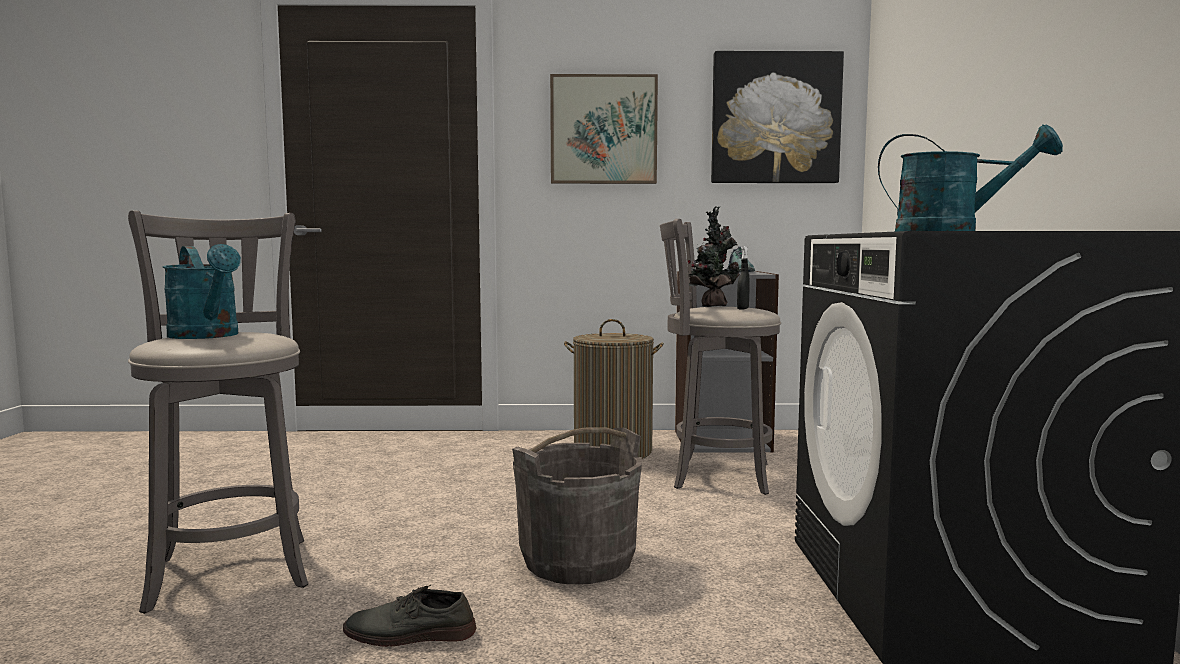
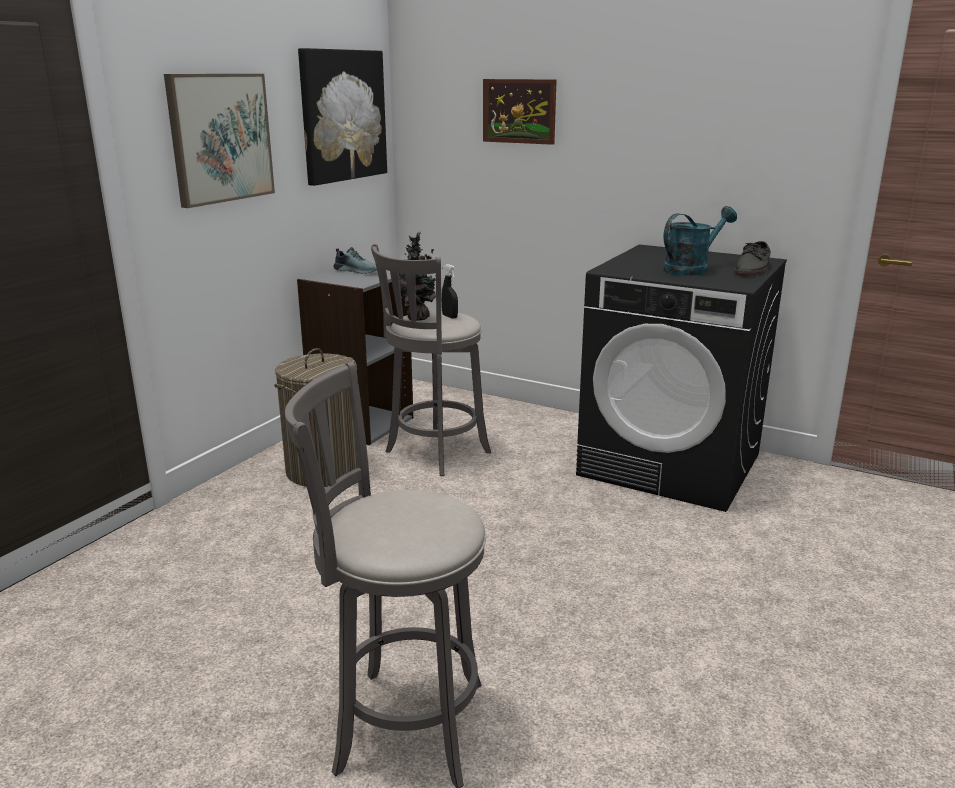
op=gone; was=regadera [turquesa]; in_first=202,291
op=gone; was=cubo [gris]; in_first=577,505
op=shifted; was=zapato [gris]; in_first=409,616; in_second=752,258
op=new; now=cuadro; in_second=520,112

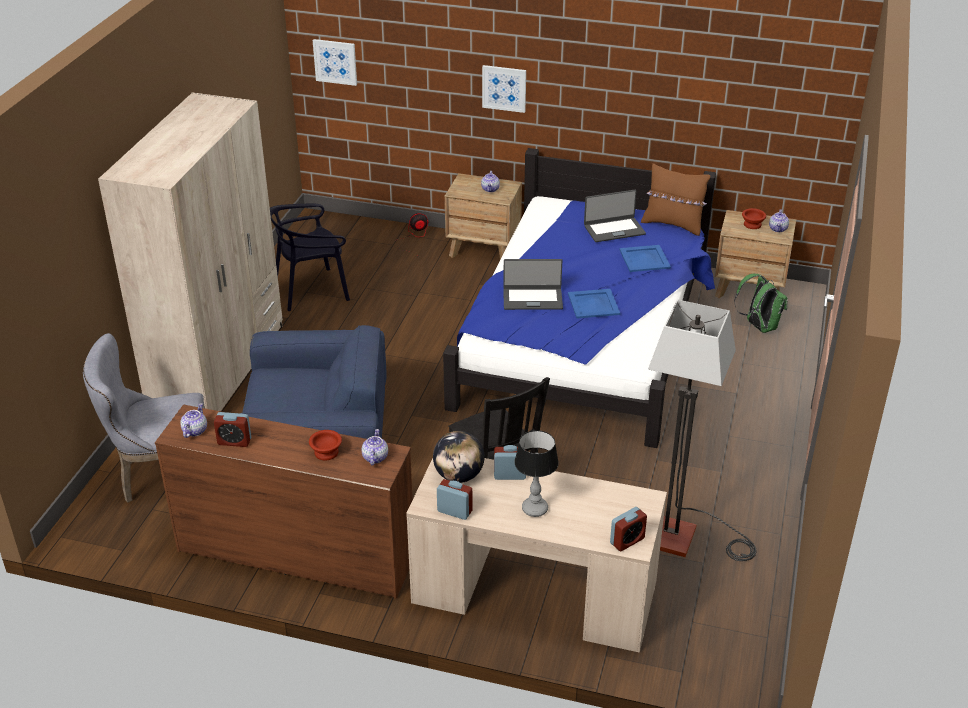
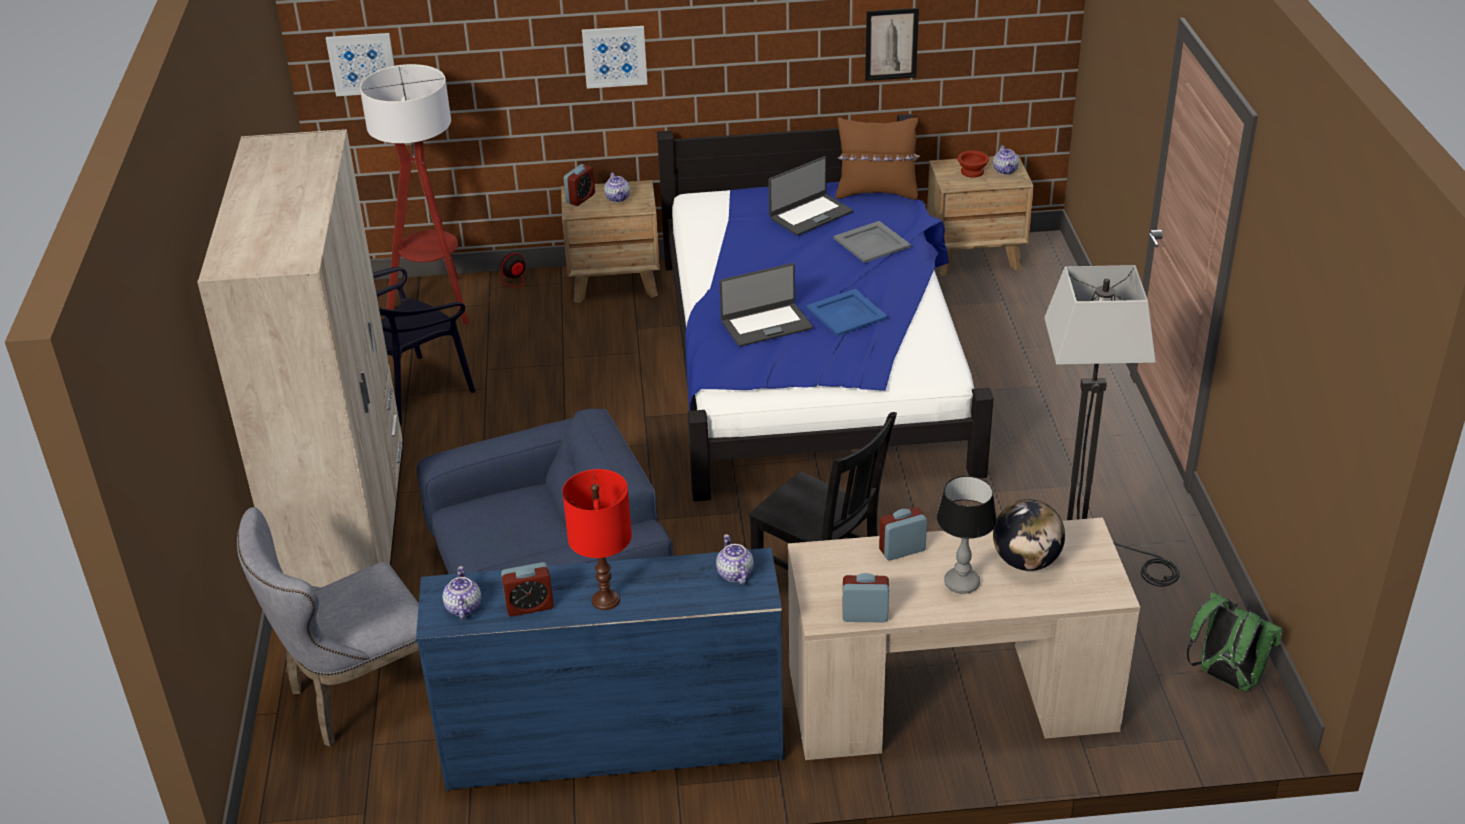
op=repainted; was=bandeja [azul]; now=bandeja [gris]; in_first=645,258; in_second=872,242
op=shifted; was=mochila [verde]; in_first=761,303; in_second=1235,641
op=repainted; was=cómoda [marrón]; now=cómoda [azul]; in_first=284,501; in_second=599,669
op=gone; was=cuenco [marrón]; in_first=325,445
op=shifted; was=globo terráqueo; in_first=459,457; in_second=1029,535
op=shifted; was=despertador; in_first=628,529; in_second=579,185
op=new; now=cuadro; in_second=892,44
op=new; now=lámpara de pie; in_second=414,194
op=new; now=lámpara de mesa [rojo]; in_second=597,539

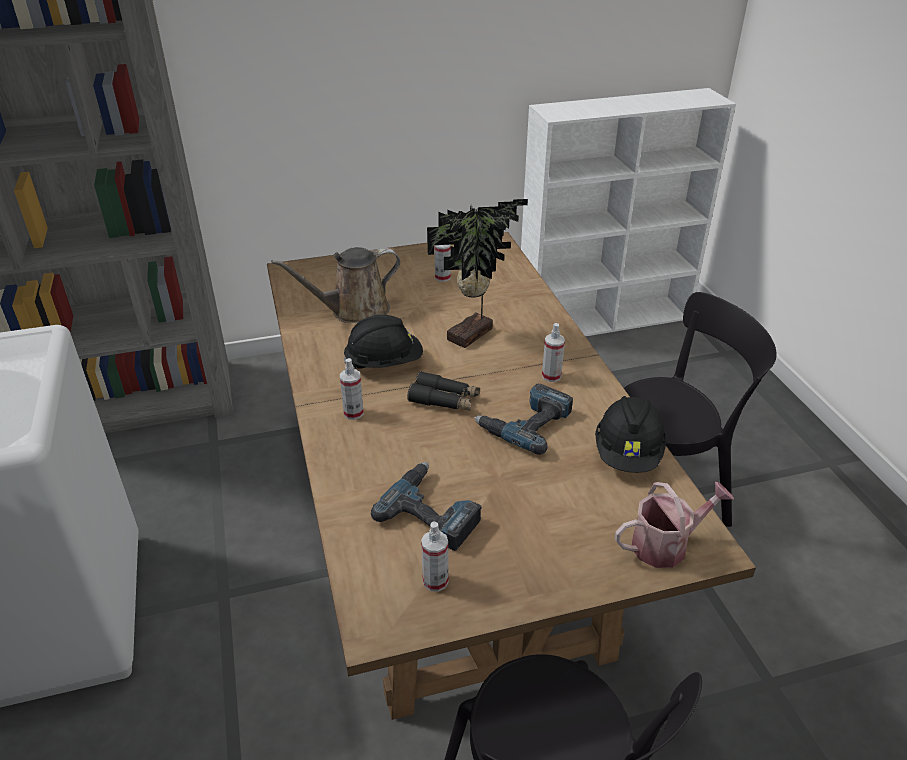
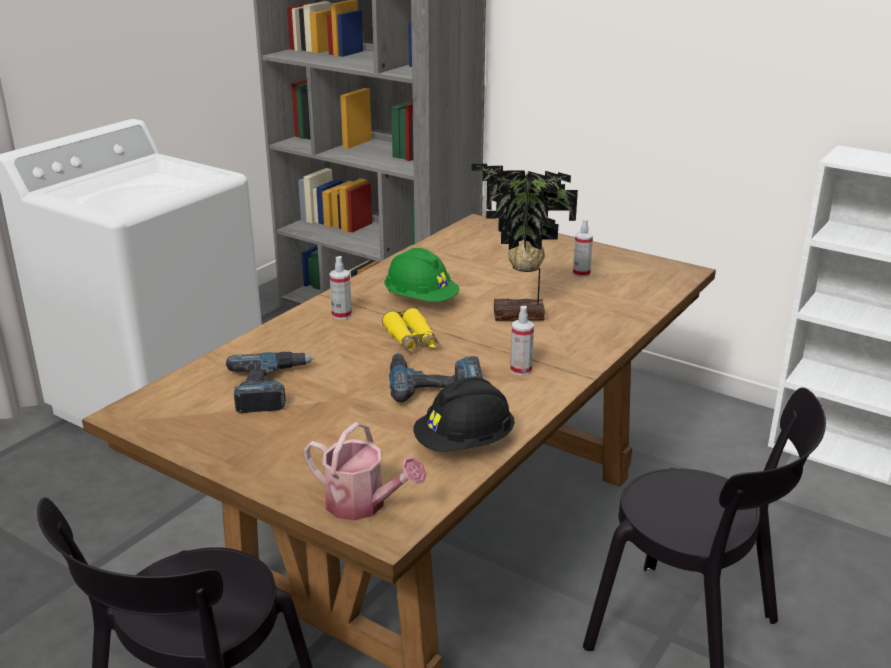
op=gone; was=regadera [marrón]; in_first=335,285
op=repainted; was=casco [negro]; now=casco [verde]; in_first=383,342; in_second=421,275
op=repainted; was=prismáticos [negro]; now=prismáticos [amarillo]; in_first=443,391; in_second=410,330
op=gone; was=pulverizador; in_first=435,556

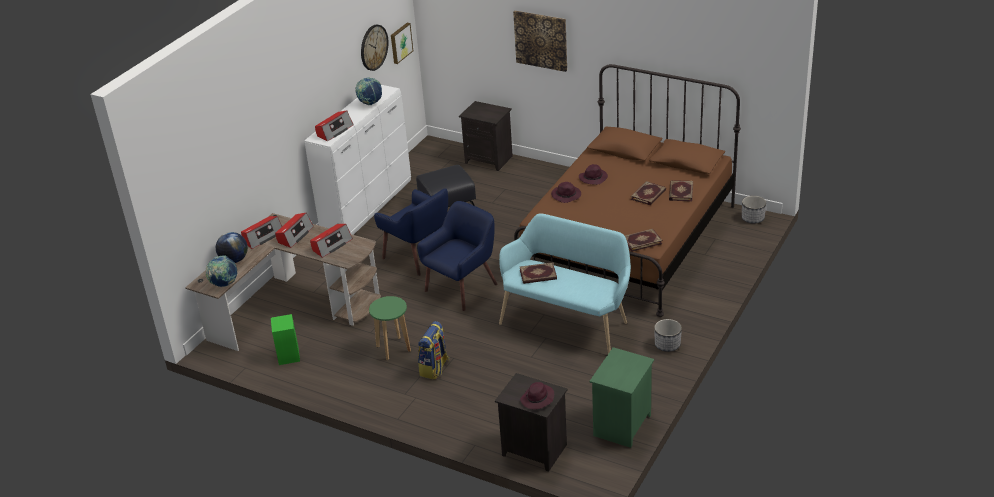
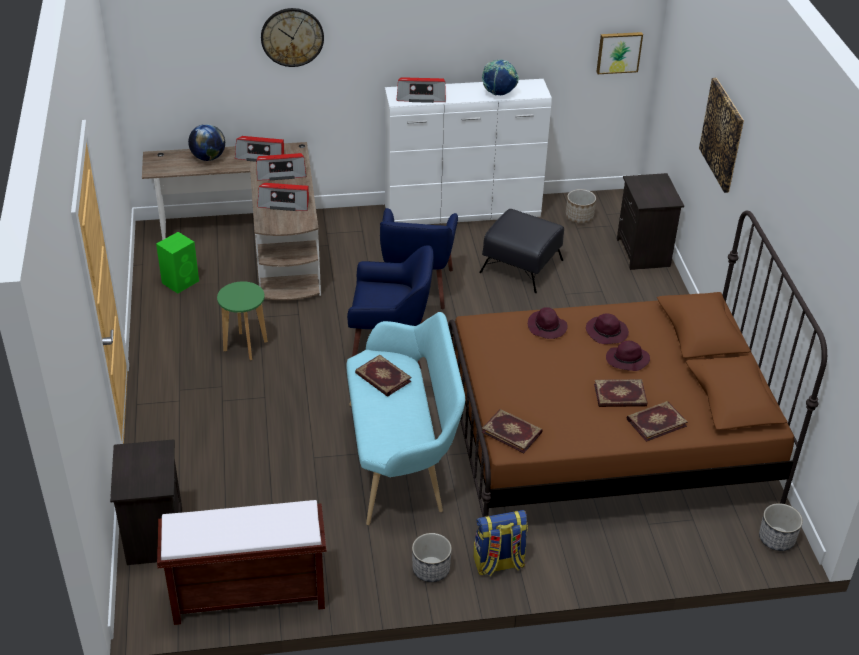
op=shifted; was=reloj de pared; in_first=375,48; in_second=292,37
op=gone; was=globo terráqueo; in_first=221,271
op=shifted; was=mochila; in_first=434,350; in_second=501,543
op=swapped; was=mesita de noche [verde]; now=banco [marrón]; in_first=621,397; in_second=242,562
op=shifted; was=sombrero [morado]; in_first=537,396; in_second=628,356
op=new; now=maceta; in_second=581,206

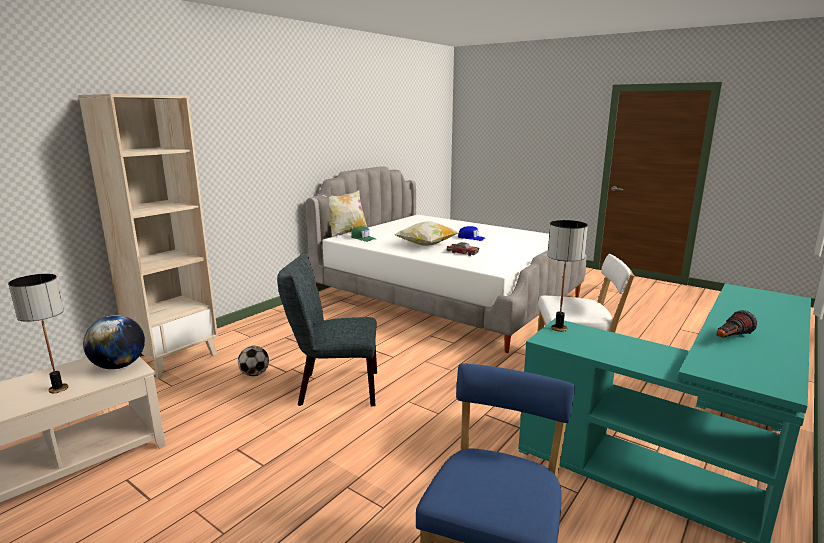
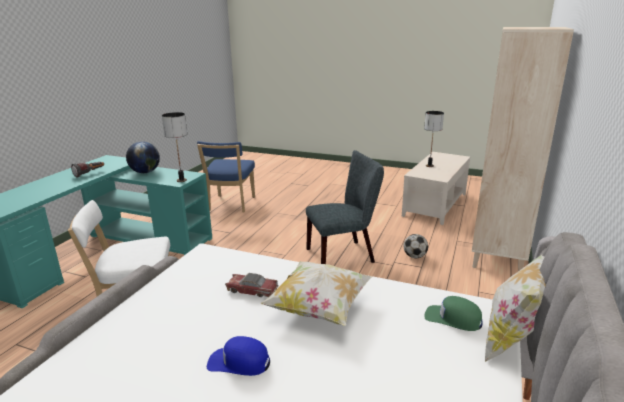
op=shifted; was=globo terráqueo; in_first=114,342; in_second=143,157

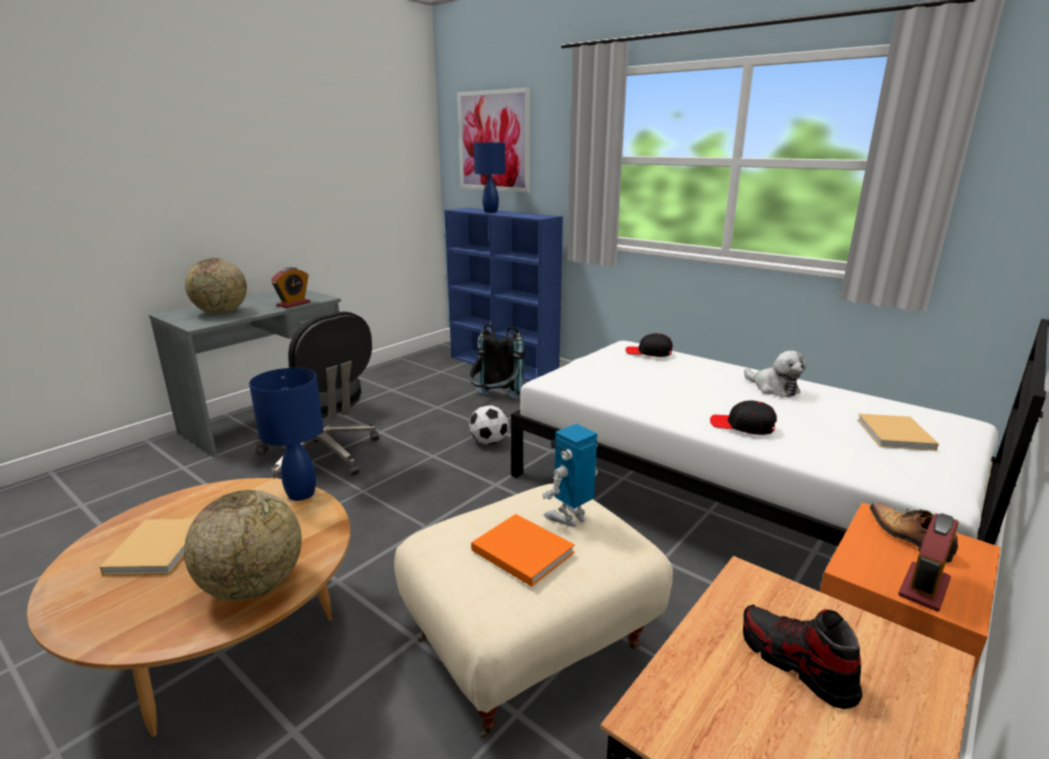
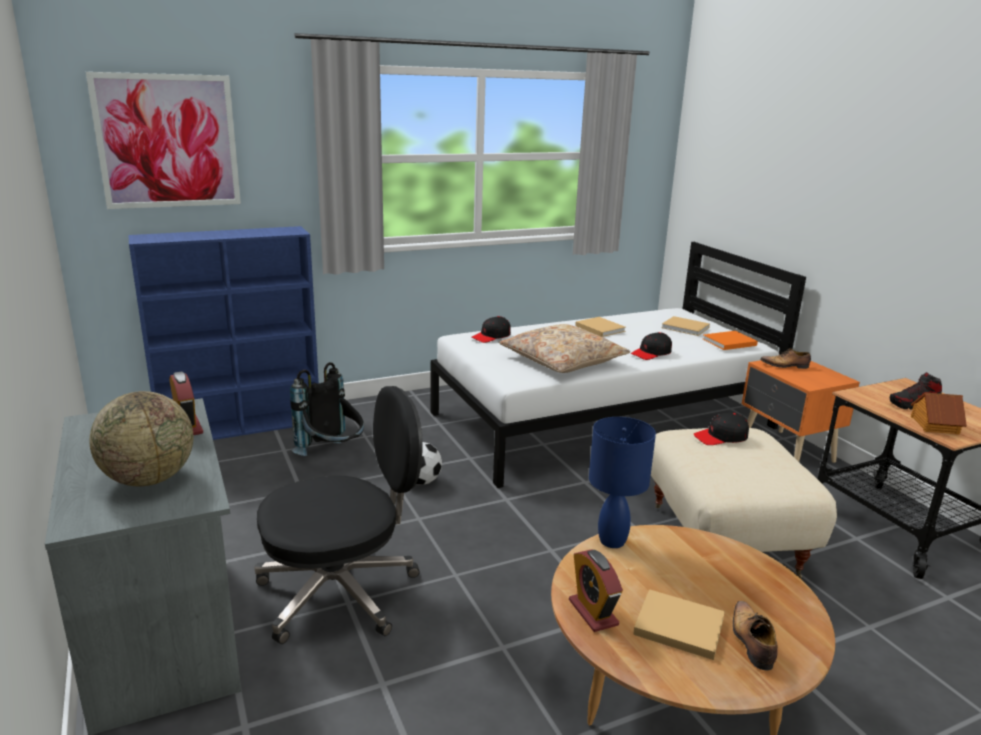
op=gone; was=lámpara de mesa [azul]; in_first=489,176
op=swapped; was=peluche; now=libro [beis]; in_first=775,374; in_second=600,327
op=swapped; was=robot de juguete; now=gorra [negro]; in_first=570,475; in_second=721,429
op=gone; was=globo terráqueo; in_first=243,545
op=shifted; was=despertador; in_first=928,562; in_second=596,591
op=shifted; was=libro [naranja]; in_first=523,550; in_second=730,340
op=new; now=cojín [beis]; in_second=564,348
op=new; now=casita; in_second=939,413
op=new; now=zapato; in_second=755,636

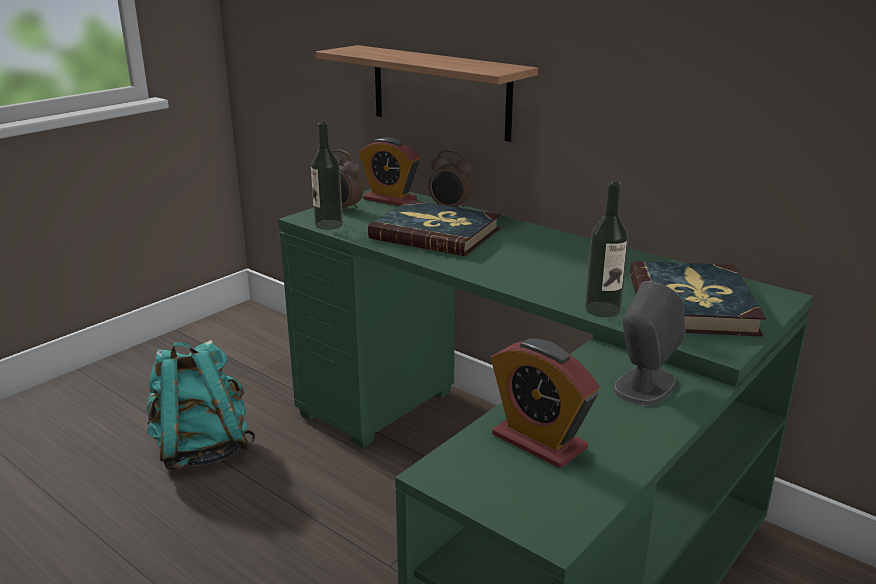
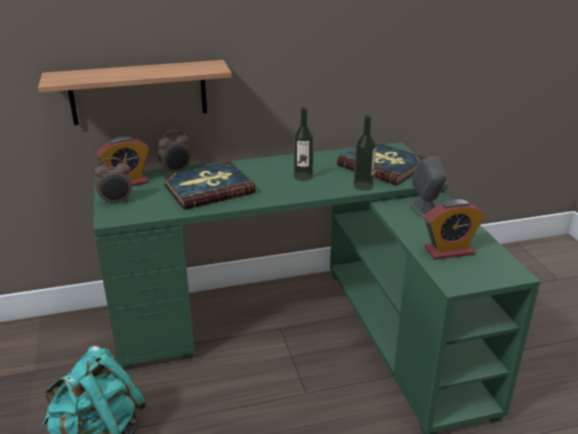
op=shifted; was=botella; in_first=327,176; in_second=304,144

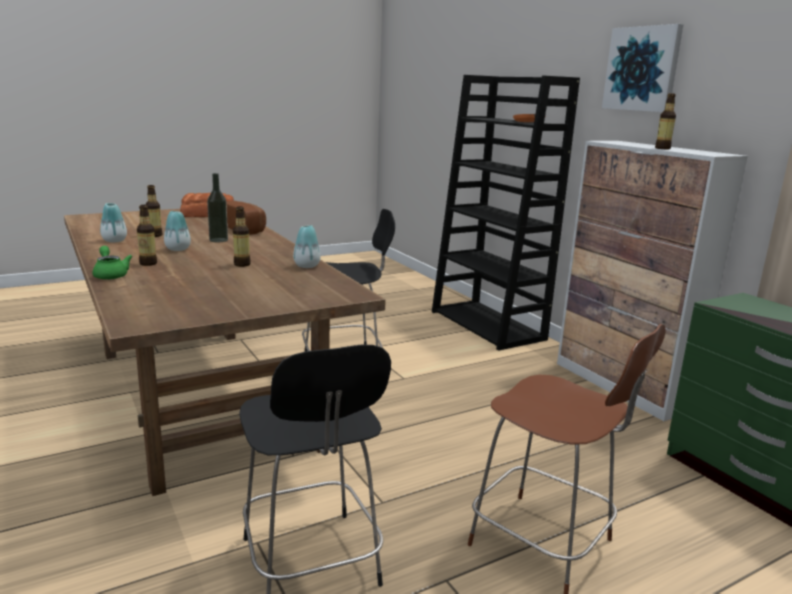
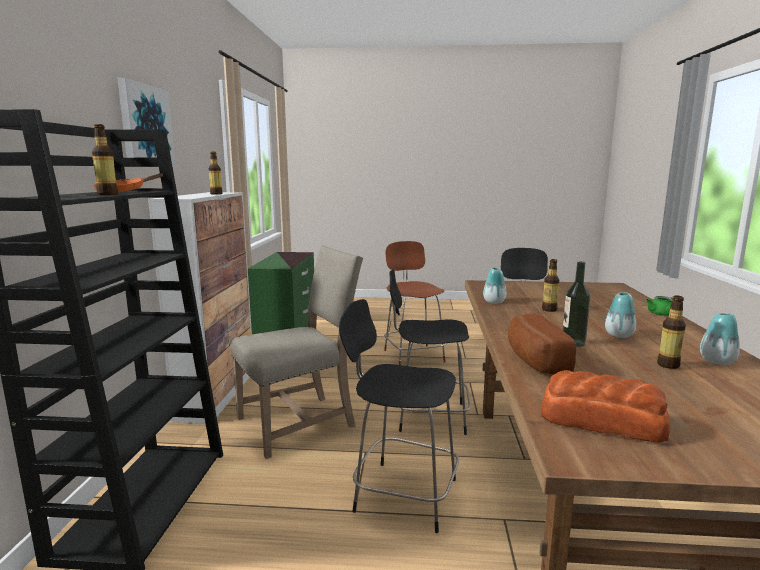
op=shifted; was=botella; in_first=147,235; in_second=105,159
op=new; now=silla [beis]; in_second=296,352
op=new; now=taburete [negro]; in_second=430,352

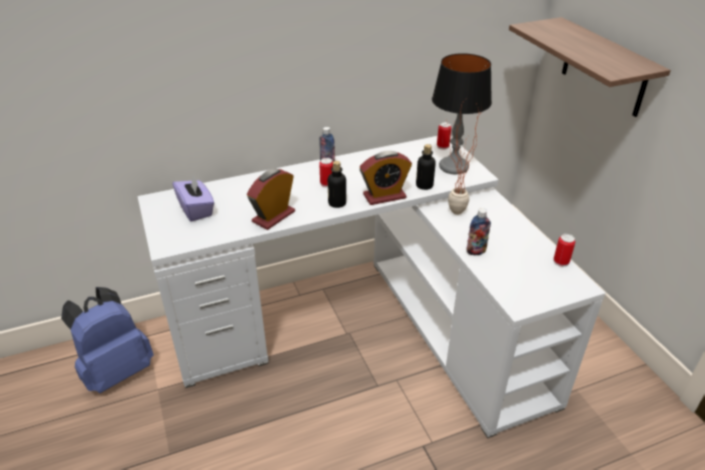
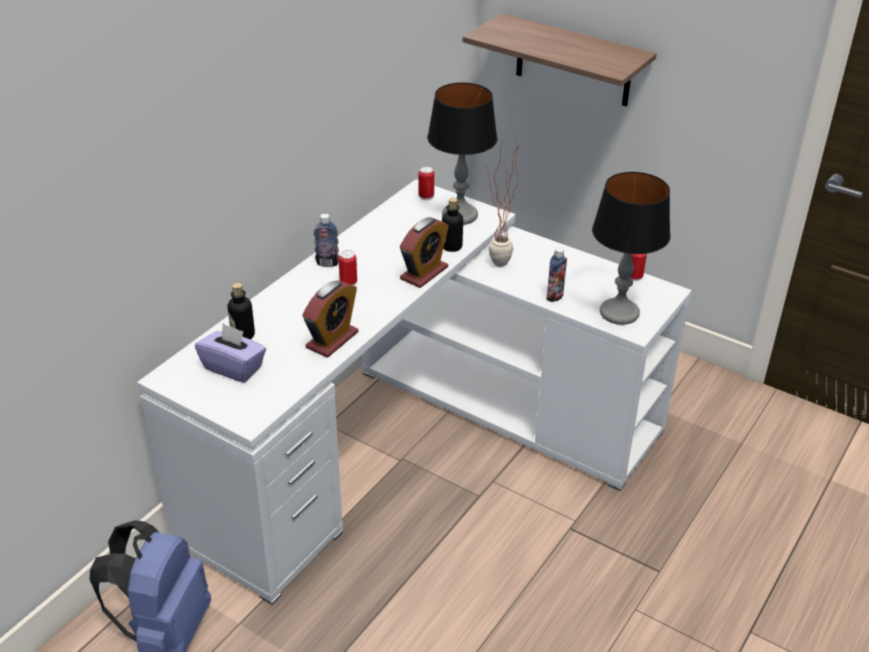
op=shifted; was=botella; in_first=337,184; in_second=241,311
op=rotated; was=despertador; in_first=271,199; in_second=330,319; clockwise=-150
op=new; now=lámpara de mesa; in_second=631,248

